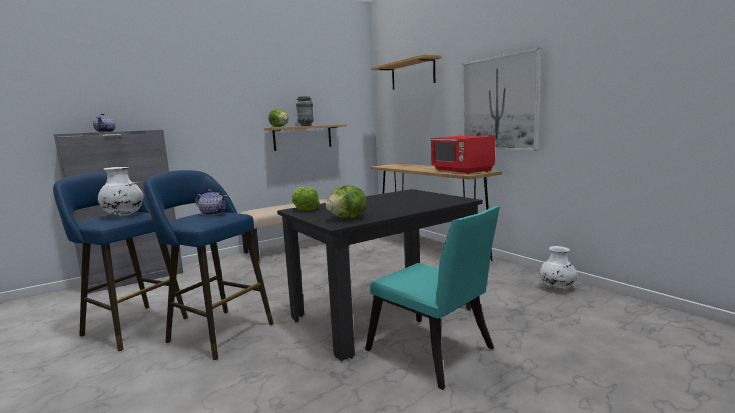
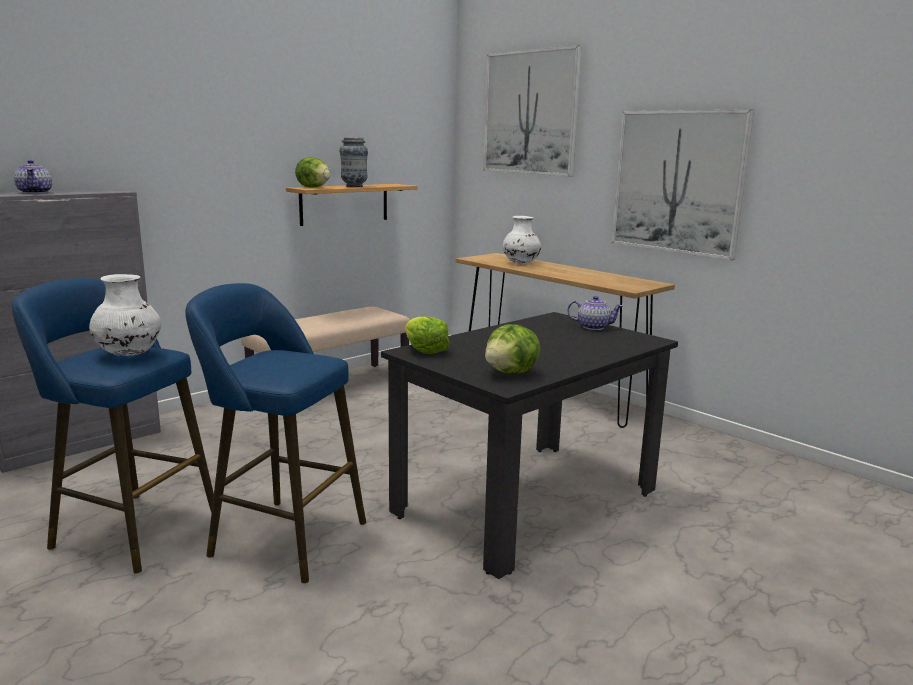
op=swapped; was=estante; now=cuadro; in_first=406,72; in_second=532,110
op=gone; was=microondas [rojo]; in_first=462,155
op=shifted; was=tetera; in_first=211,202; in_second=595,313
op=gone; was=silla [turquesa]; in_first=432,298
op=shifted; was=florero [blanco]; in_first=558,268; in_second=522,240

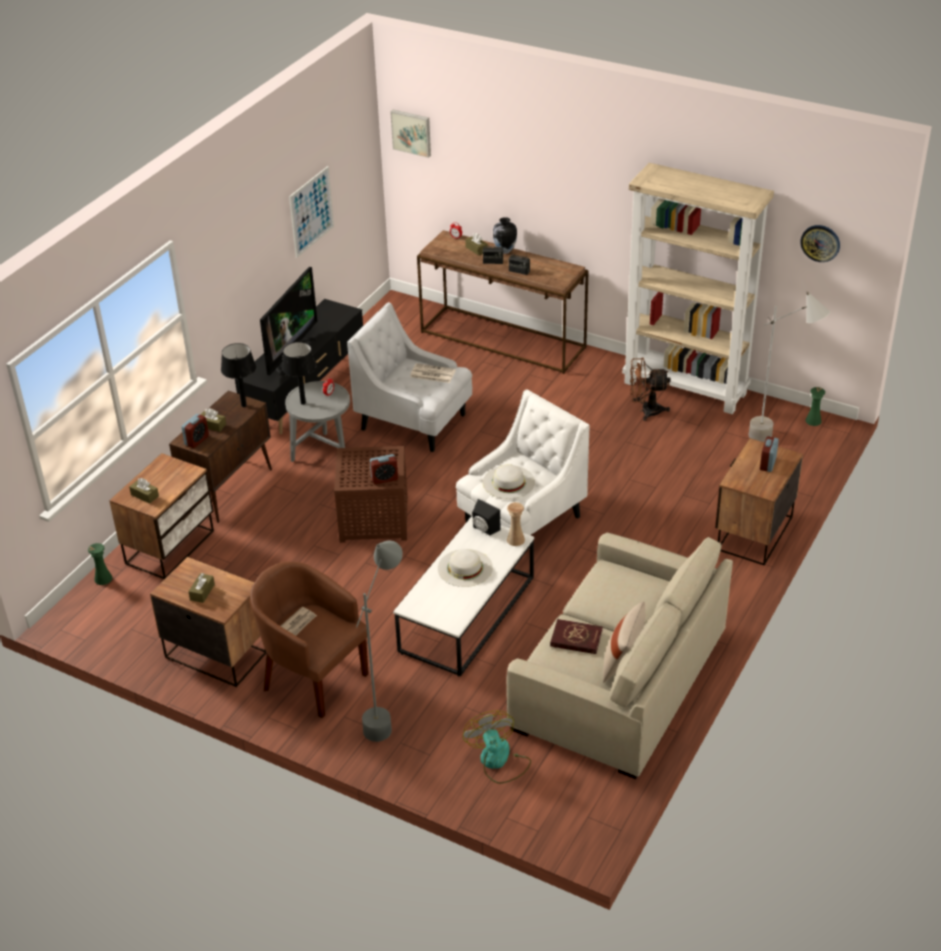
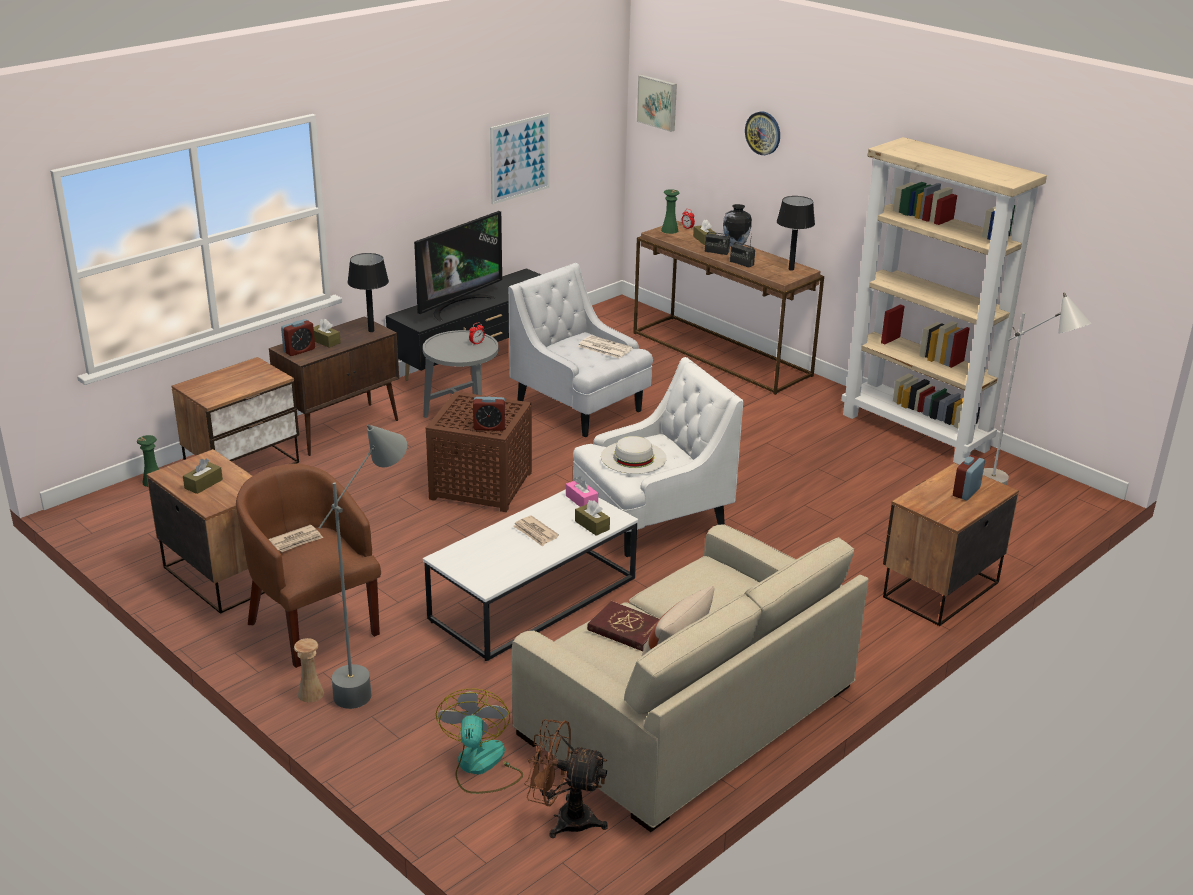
op=shifted; was=reloj de pared; in_first=820,243; in_second=762,133
op=shifted; was=lámpara de mesa [negro]; in_first=299,373; in_second=796,233
op=shifted; was=ventilador [marrón]; in_first=650,389; in_second=566,778
op=shifted; was=florero [verde]; in_first=815,406; in_second=670,211
op=shifted; was=caja de pañuelos [marrón]; in_first=144,491; in_second=592,518
op=swapped; was=altavoz [negro]; now=caja de pañuelos [rosa]; in_first=486,517; in_second=582,491
op=shifted; was=florero [beis]; in_first=516,524; in_second=309,670
op=swapped; was=sombrero [blanco]; now=periódico; in_first=465,568; in_second=536,530

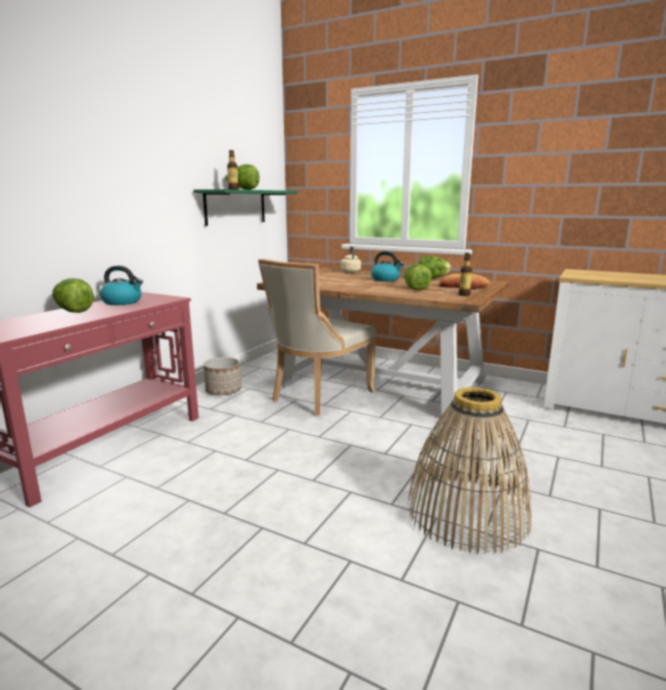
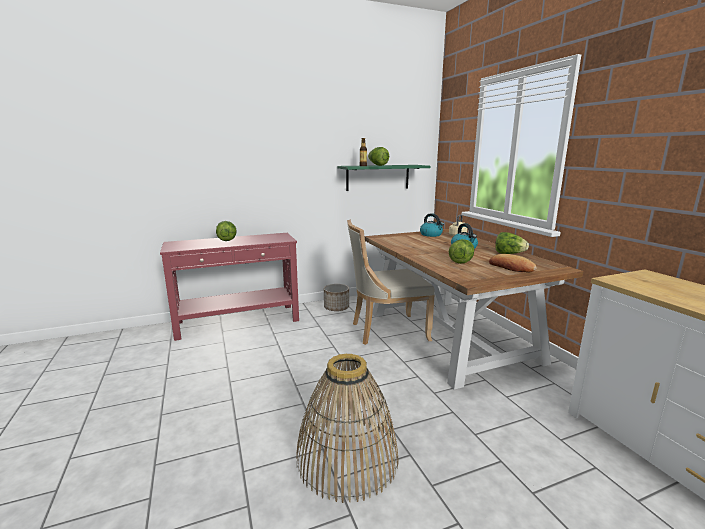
op=gone; was=botella; in_first=465,274
op=shifted; was=hervidor; in_first=121,285; in_second=432,225

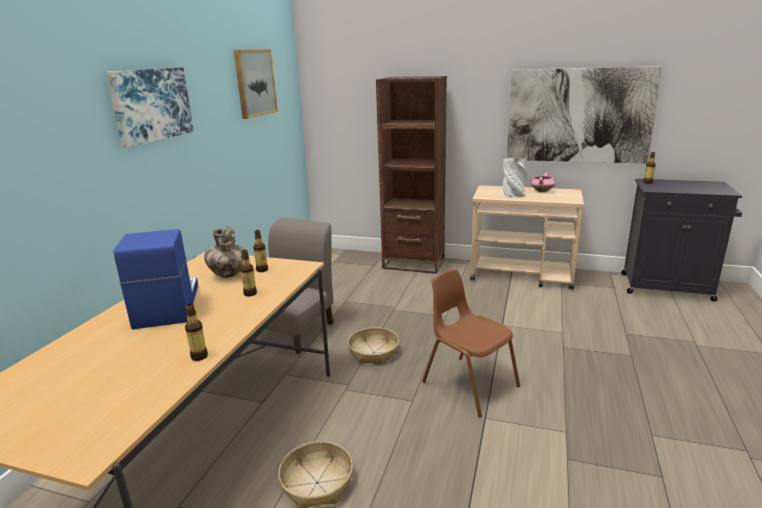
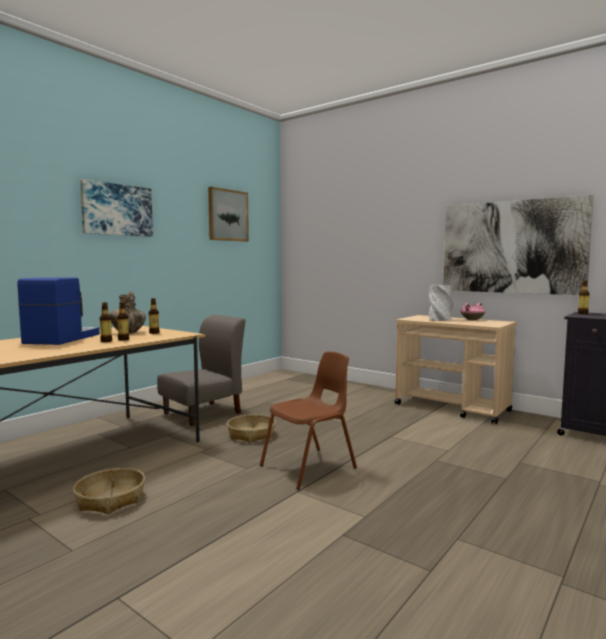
op=gone; was=estantería [marrón]; in_first=411,175
op=rotated; was=silla [marrón]; in_first=471,343; in_second=308,420; clockwise=75
op=shifted; was=botella; in_first=196,332; in_second=106,322

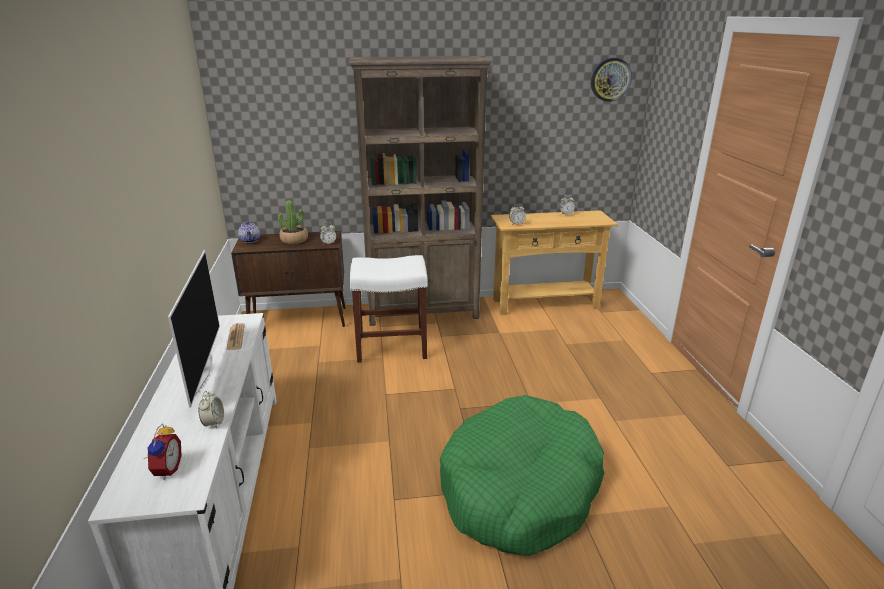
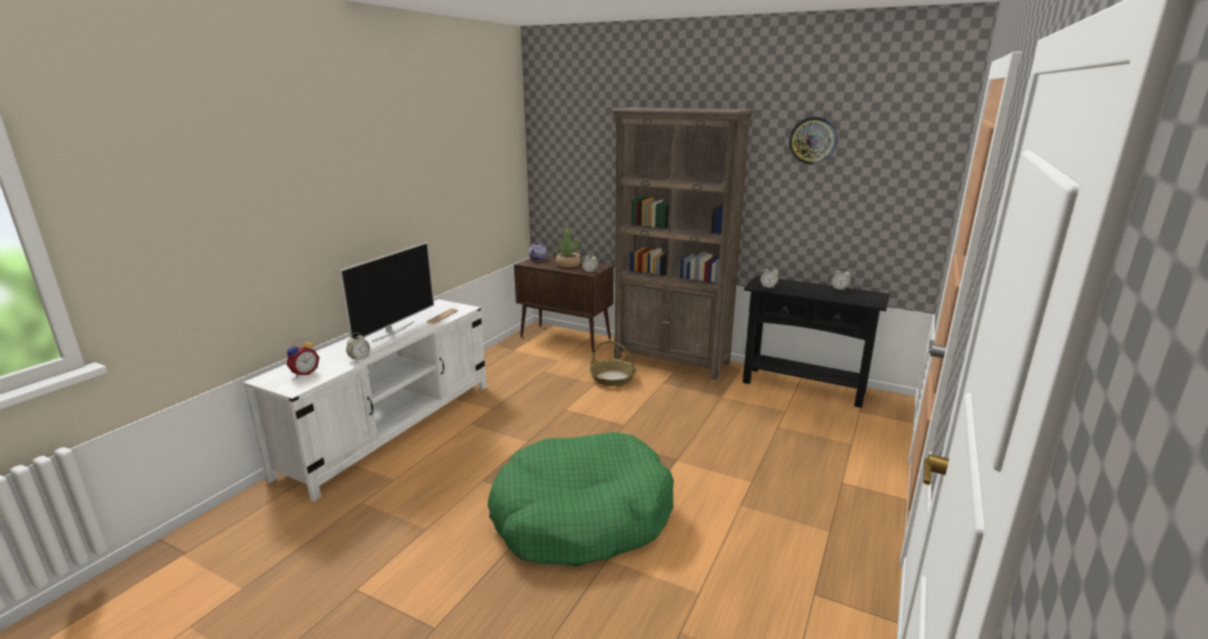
op=shifted; was=reloj de pared; in_first=611,80; in_second=813,140
op=repainted; was=mesa consola [beis]; now=mesa consola [negro]; in_first=554,262; in_second=816,342
op=swapped; was=taburete [blanco]; now=cesta; in_first=389,309; in_second=612,363

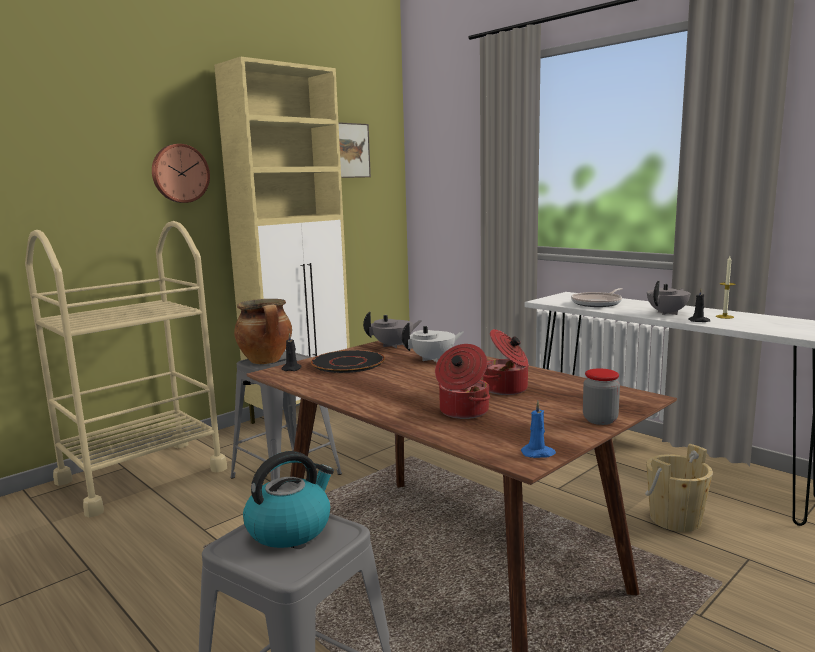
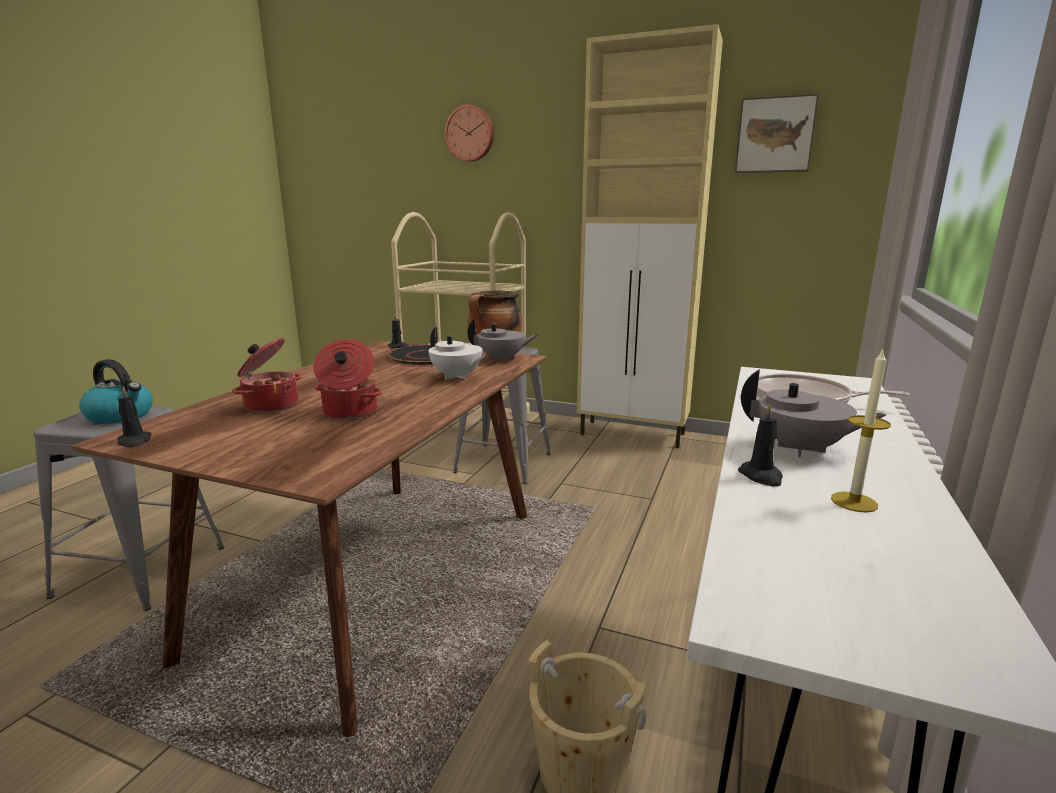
op=shifted; was=reloj de pared; in_first=181,173; in_second=469,133
op=rotated; was=tetera [gris]; in_first=392,329; in_second=502,340; clockwise=-45
op=gone; was=tarro; in_first=601,396
op=repainted; was=vela [azul]; now=vela [negro]; in_first=538,429; in_second=135,417

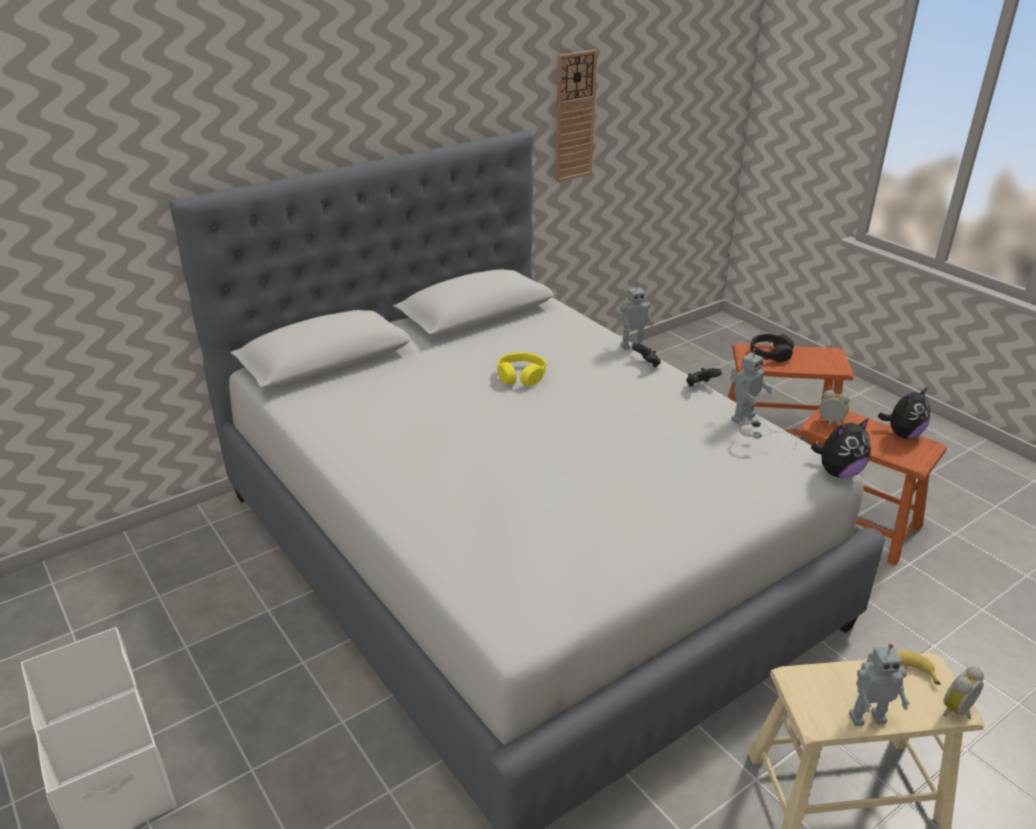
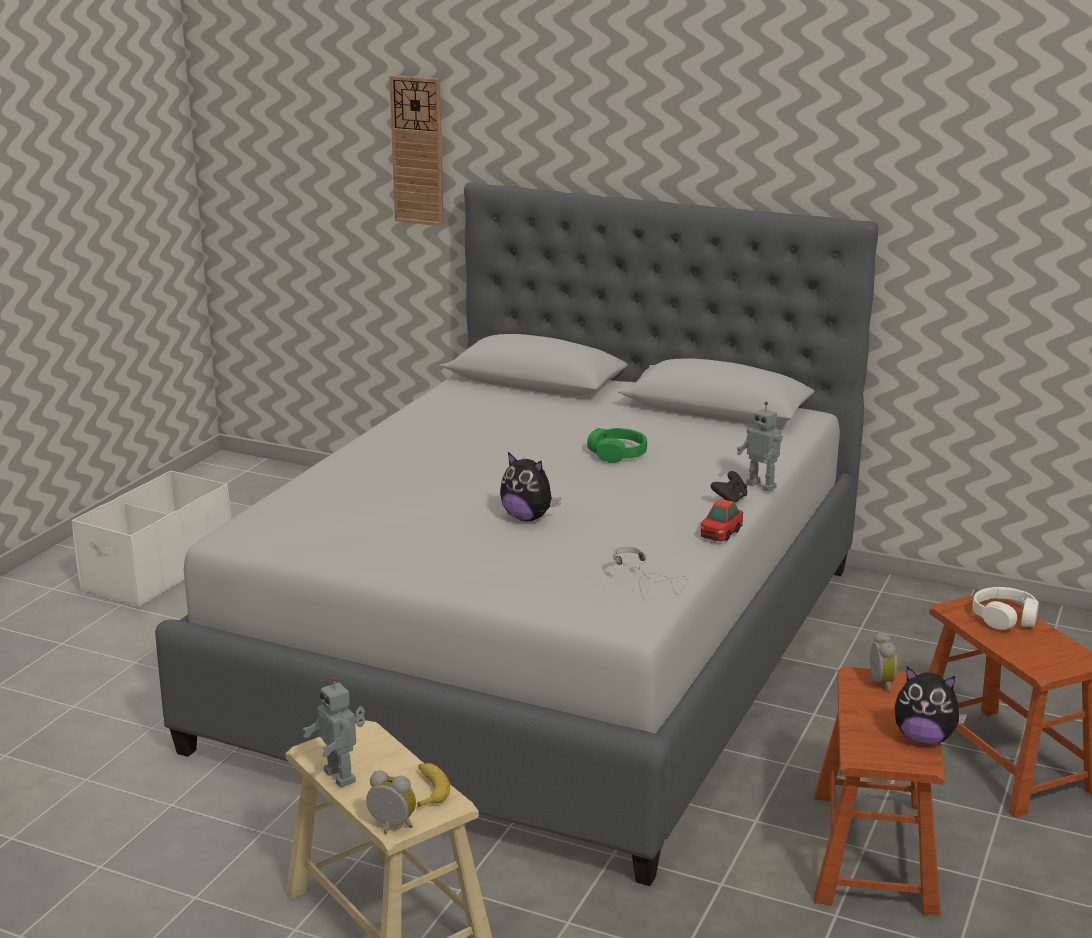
op=shifted; was=reloj de pared; in_first=576,116; in_second=416,150
op=repainted; was=auriculares [negro]; now=auriculares [blanco]; in_first=772,348; in_second=1005,608
op=gone; was=robot de juguete; in_first=751,386
op=repainted; was=auriculares [amarillo]; now=auriculares [verde]; in_first=522,369; in_second=617,445
op=swapped; was=mando de consola [negro]; now=coche de juguete; in_first=704,377; in_second=722,520
op=shifted; was=peluche; in_first=841,448; in_second=530,486

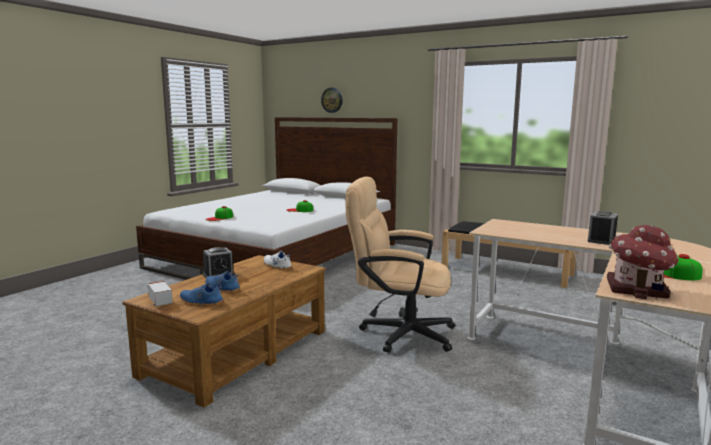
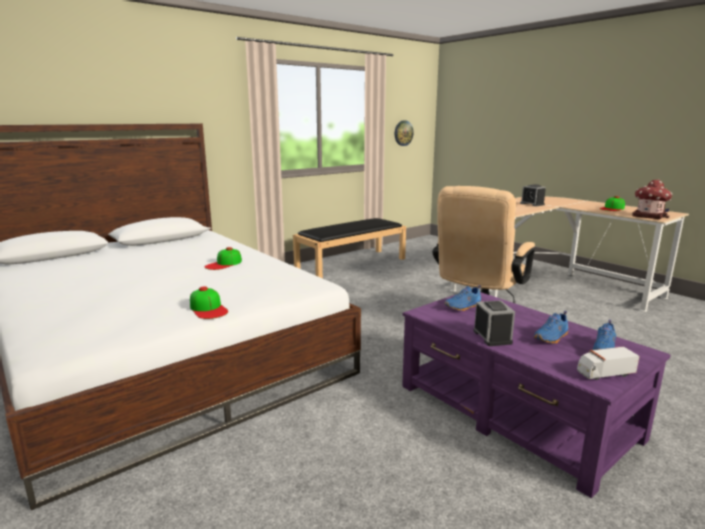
op=shifted; was=reloj de pared; in_first=332,100; in_second=404,133
op=repainted; was=zapato [blanco]; now=zapato [azul]; in_first=278,260; in_second=462,298
op=repainted; was=mesa de centro [marrón]; now=mesa de centro [morado]; in_first=224,331; in_second=536,395

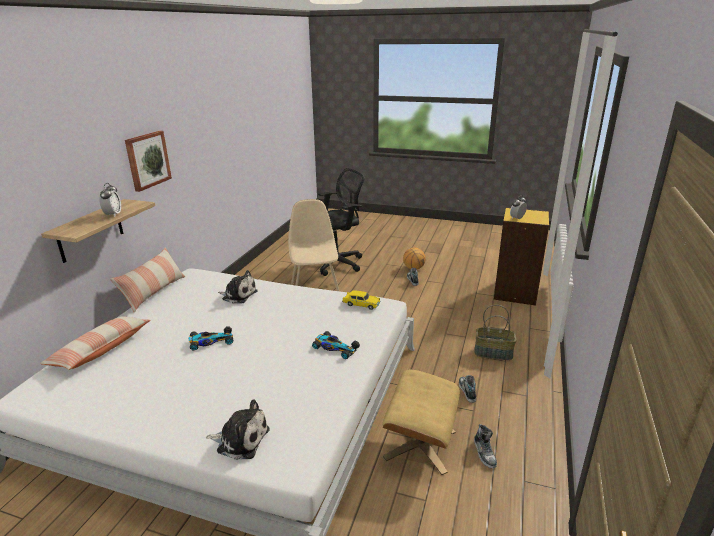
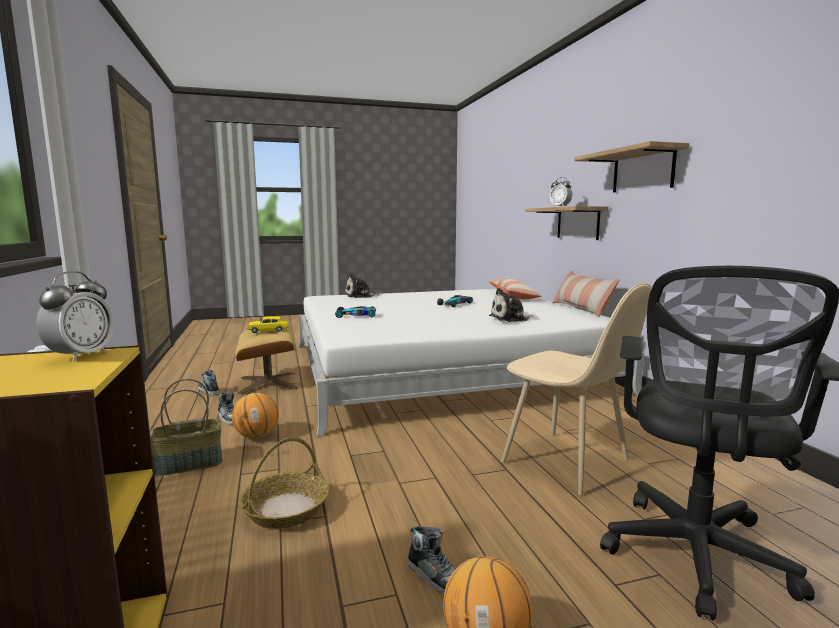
op=swapped; was=cuadro; now=estante; in_first=148,161; in_second=631,167
op=shifted; was=coche de juguete [amarillo]; in_first=361,300; in_second=268,324
op=new; now=balón de baloncesto; in_second=255,416
op=new; now=cesta; in_second=284,483

